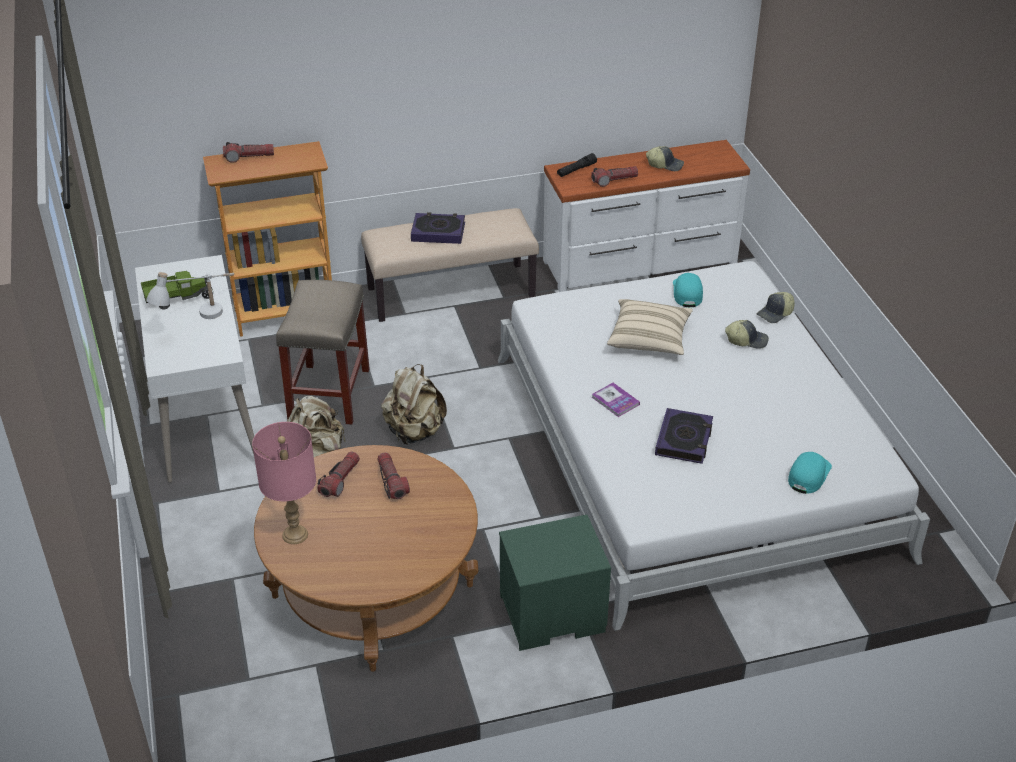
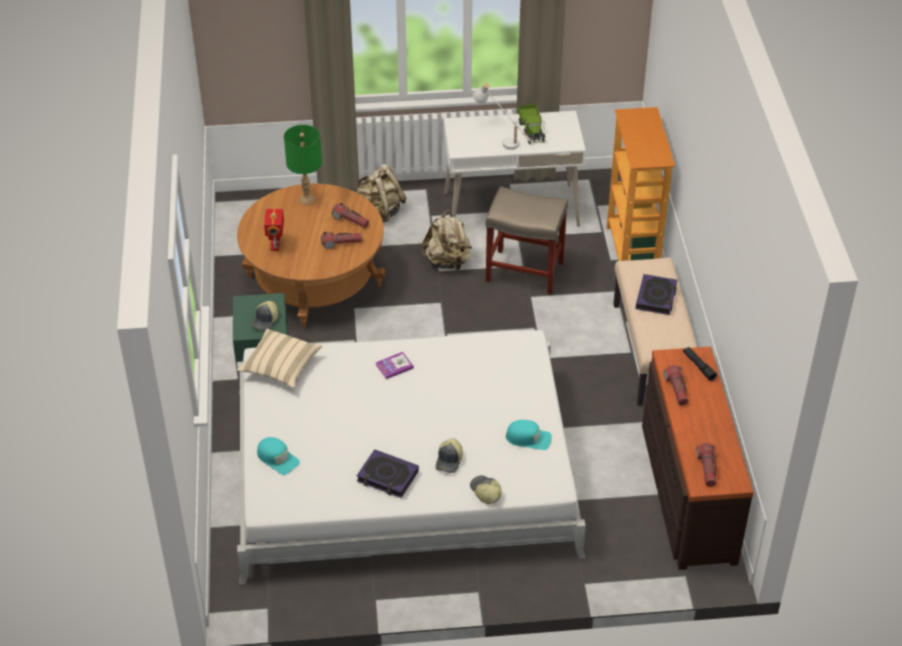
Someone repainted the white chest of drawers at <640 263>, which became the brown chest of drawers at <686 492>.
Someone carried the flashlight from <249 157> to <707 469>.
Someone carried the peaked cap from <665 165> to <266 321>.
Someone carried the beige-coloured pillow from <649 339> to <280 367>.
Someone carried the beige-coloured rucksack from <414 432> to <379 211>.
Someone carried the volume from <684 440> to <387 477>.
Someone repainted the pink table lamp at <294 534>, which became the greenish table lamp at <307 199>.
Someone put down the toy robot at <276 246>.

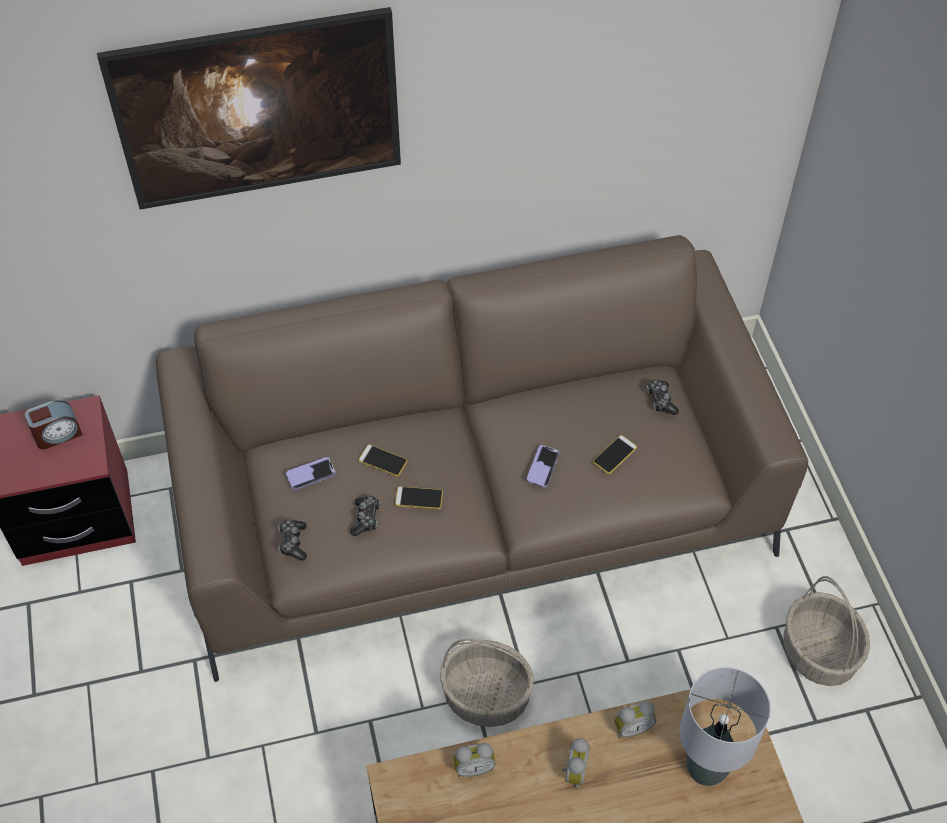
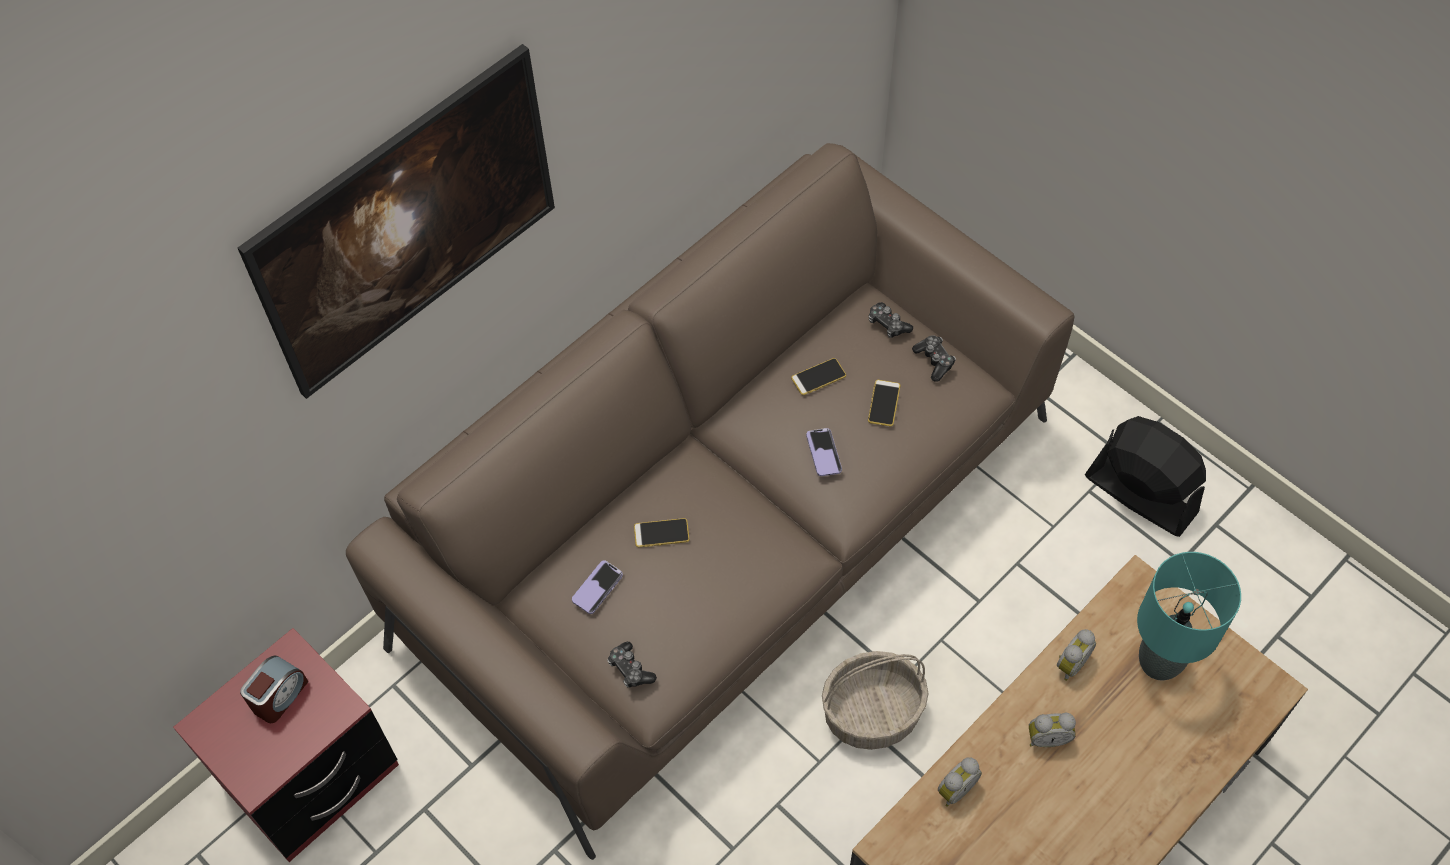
Someone carried the telephone from <419 498> to <818 377>.
Someone carried the game controller from <366 518> to <934 361>.
Someone swapped the basket at <817 652> for the black cooling fan at <1140 494>.
Someone repainted the gray table lamp at <705 768>, which became the turquoise table lamp at <1159 663>.
Someone rotated the bedside clock at <573 772> by 105 degrees clockwise.

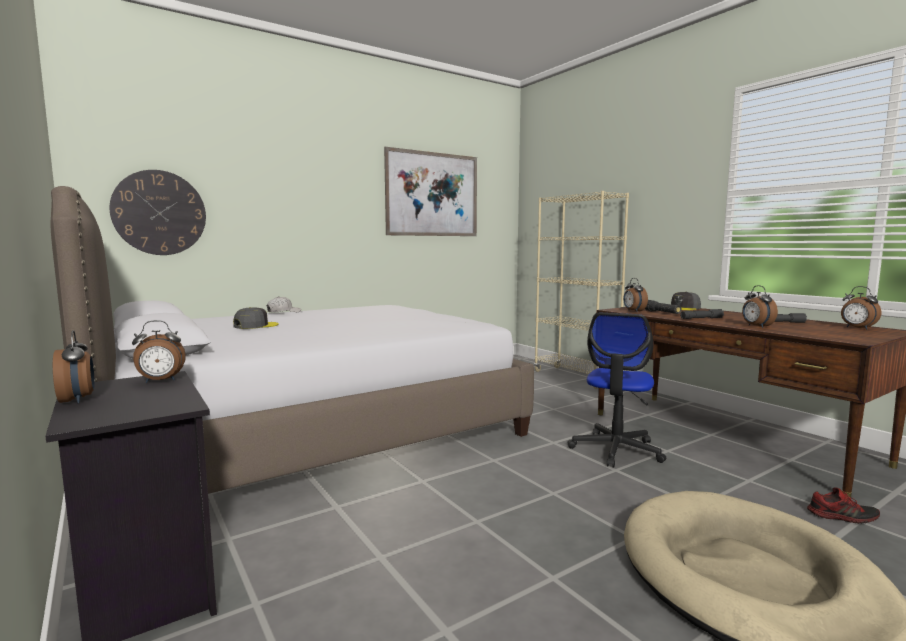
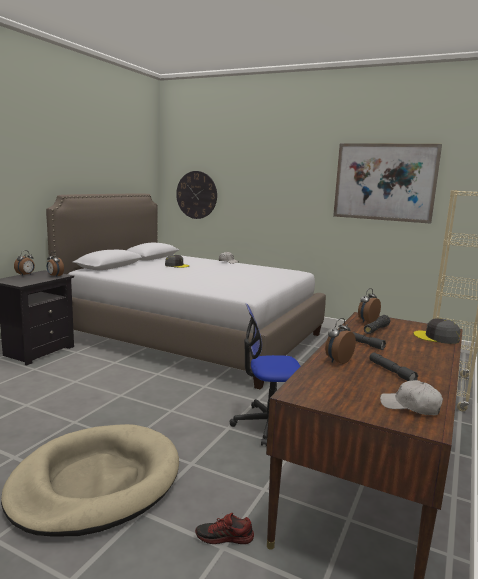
Someone swapped the bedside clock at <857 328> for the white peaked cap at <410 407>.
Someone rotated the low shoe at <842 516> by 105 degrees clockwise.

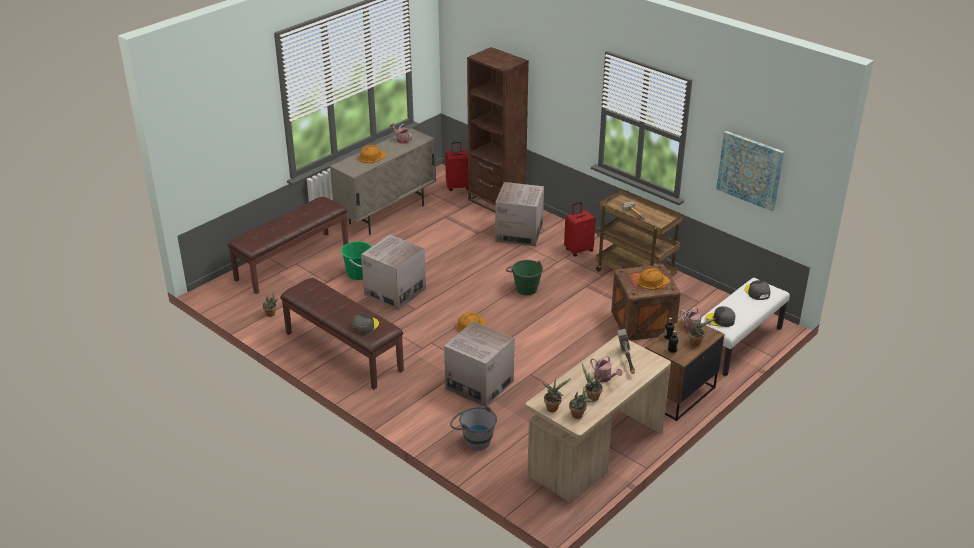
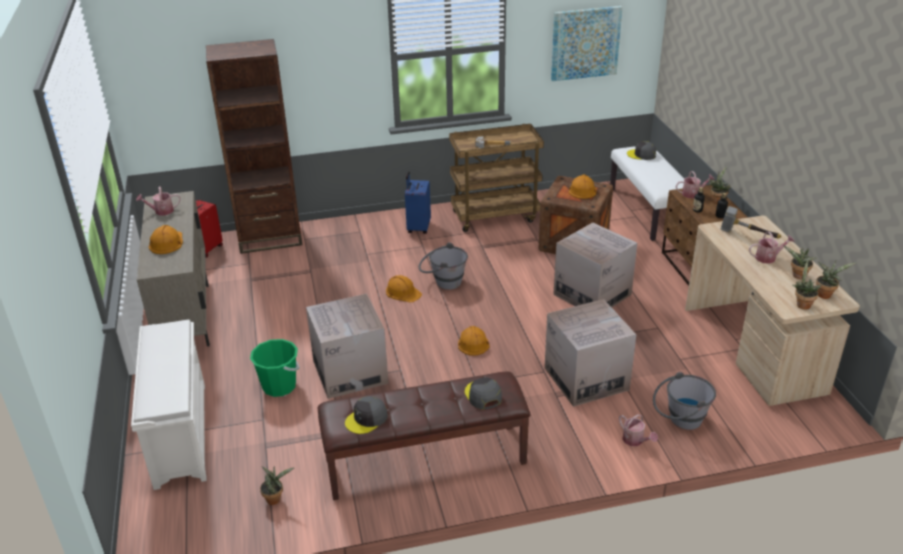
Someone carried the packing box from <519 233> to <592 294>.
Someone swapped the brown indoor bench at <292 262> for the white shoe shelf at <180 433>.
Someone repainted the red suitcase at <578 250>, which became the blue suitcase at <418 228>.
Someone repainted the greenish bucket at <524 287>, which became the gray bucket at <443 282>.
Someone carried the gray peaked cap from <720 320> to <366 419>.
Someone put down the orangey hard hat at <403 292>.
Someone put down the sprinkling can at <635 441>.

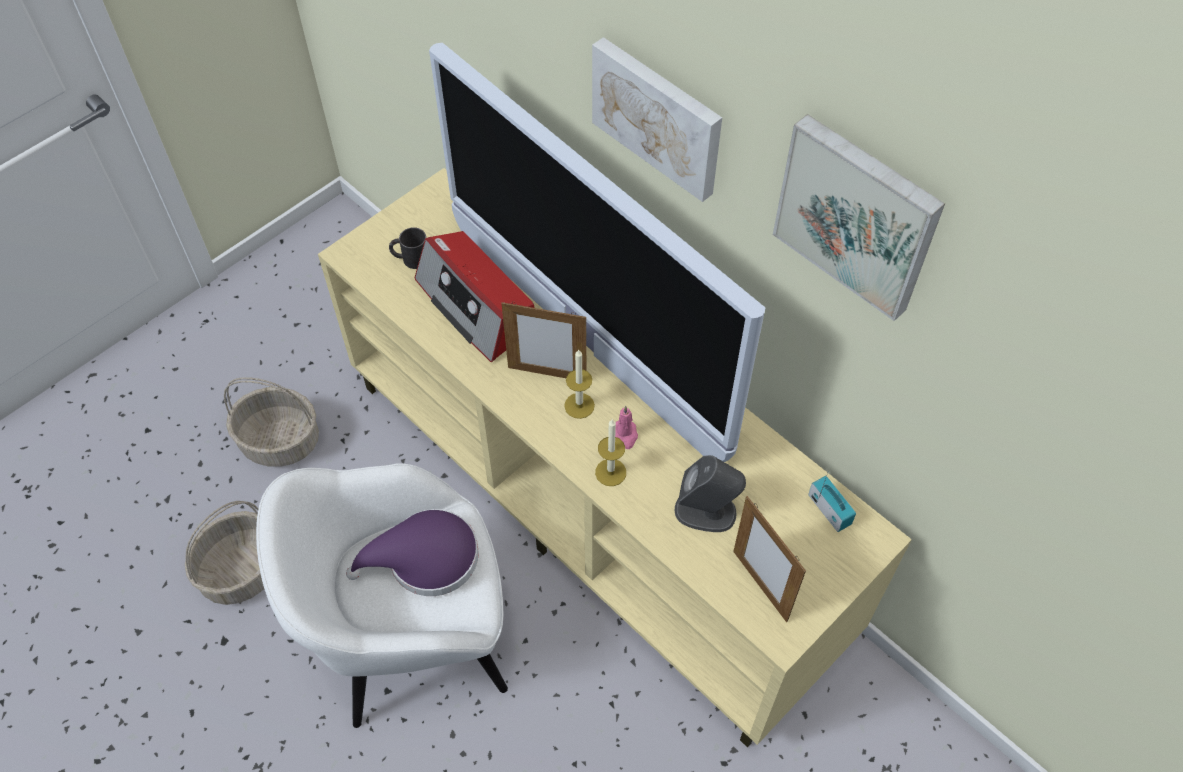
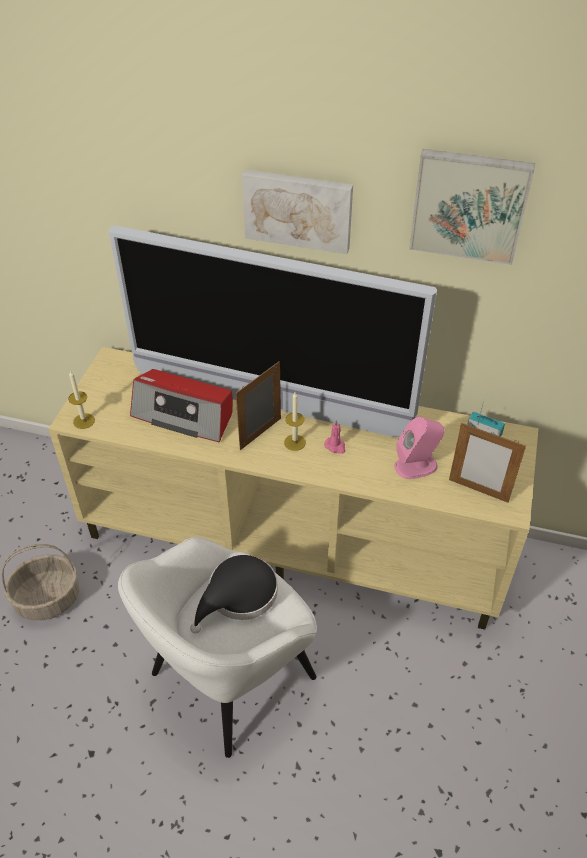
Someone took away the black mug at <410 258>.
Someone rotated the photo frame at <547 374> by 150 degrees clockwise.
Someone carried the candle from <610 472> to <84 421>.
Someone repainted the gray audio speaker at <706 511>, which became the pink audio speaker at <416 465>.
Someone took away the basket at <242 570>.
Someone repainted the purple-coloured clothing hat at <425 559>, which became the black clothing hat at <238 596>.

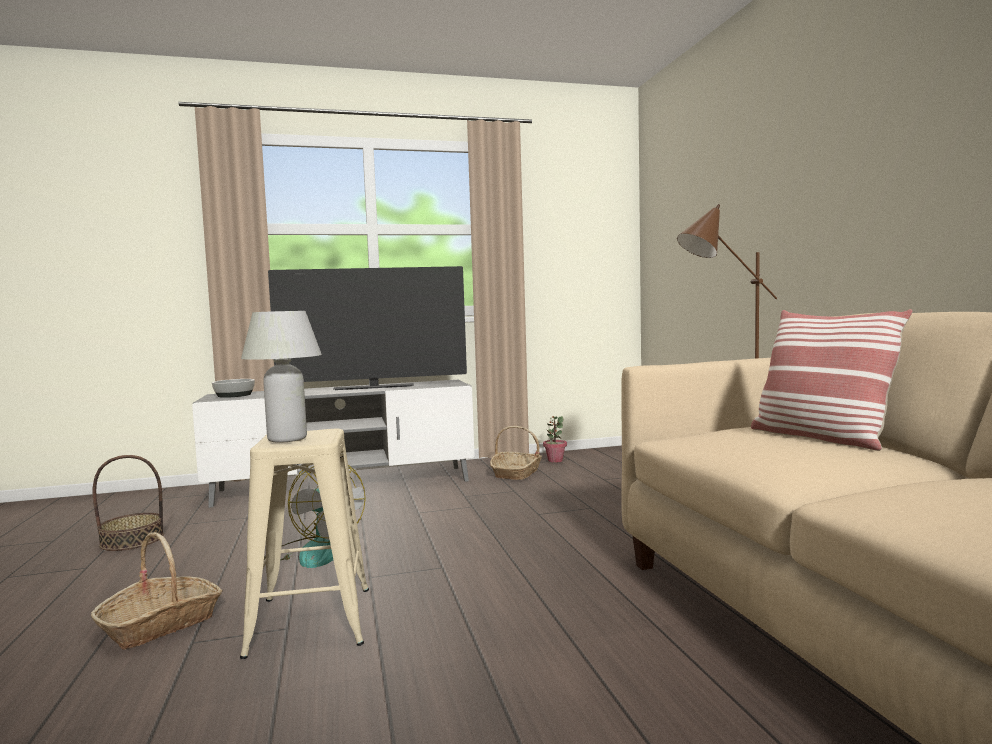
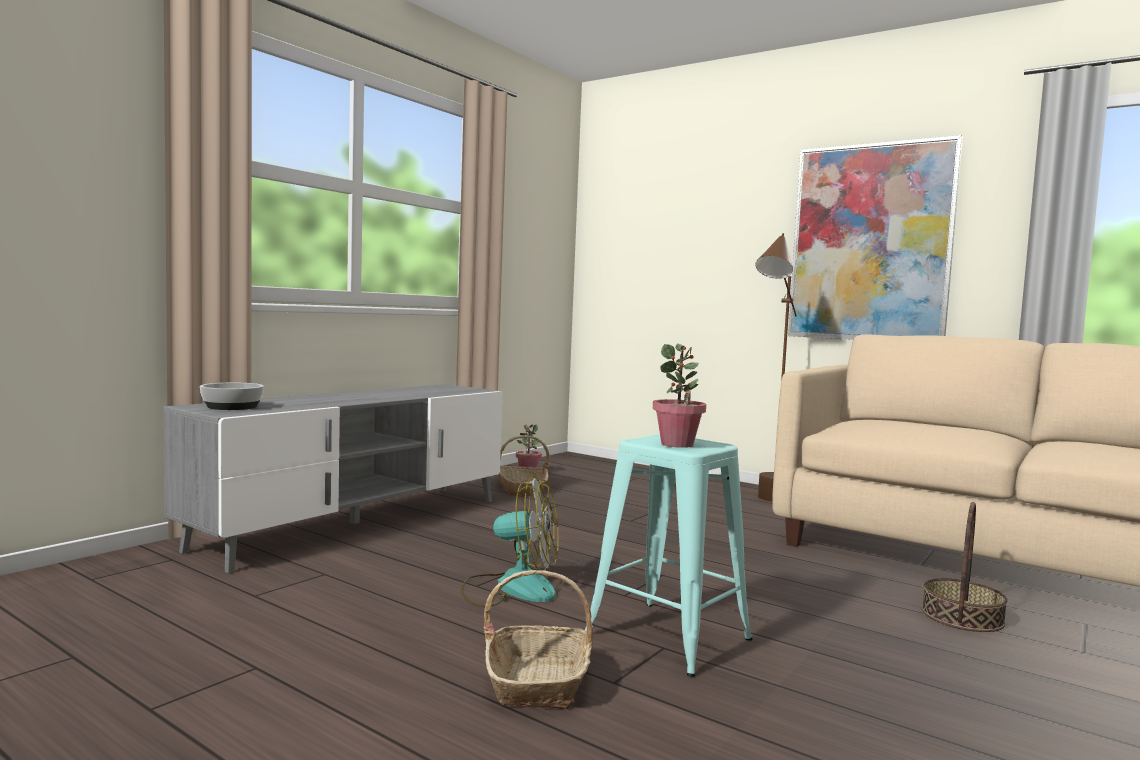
Someone took away the TV at <374 387>.
Someone took away the pillow at <819 437>.
Someone swapped the white table lamp at <287 439> for the potted plant at <677 444>.
Someone repainted the beige-coloured sitting stool at <311 620>, which became the turquoise sitting stool at <668 637>.
Someone carried the basket from <132 540> to <962 616>.
Someone put up the picture at <870 243>.

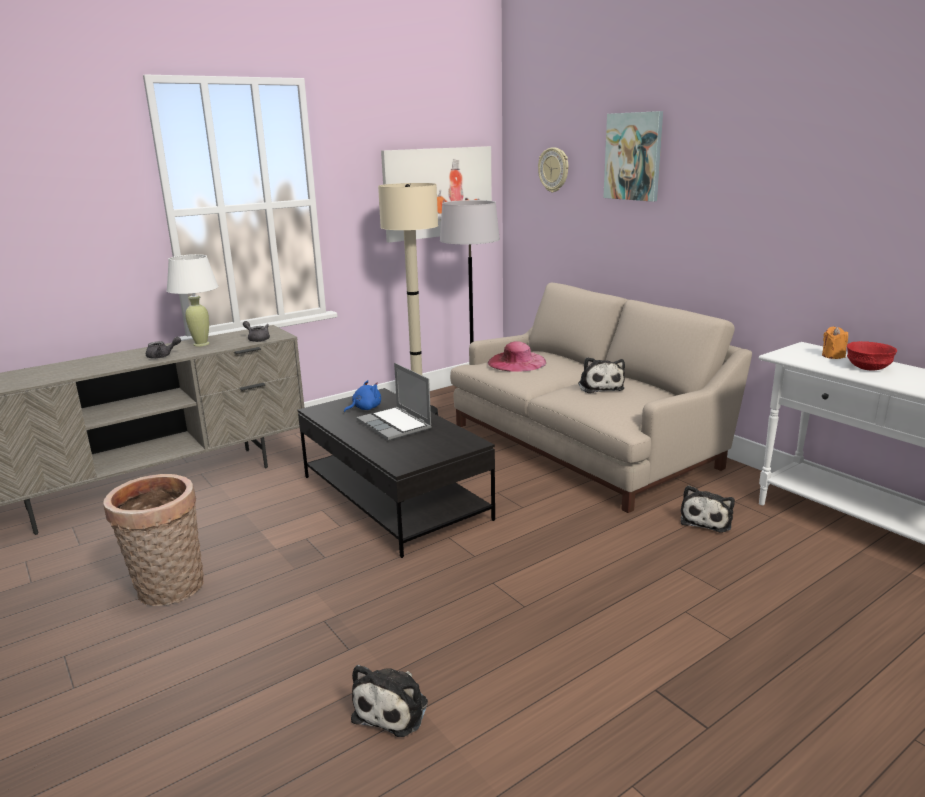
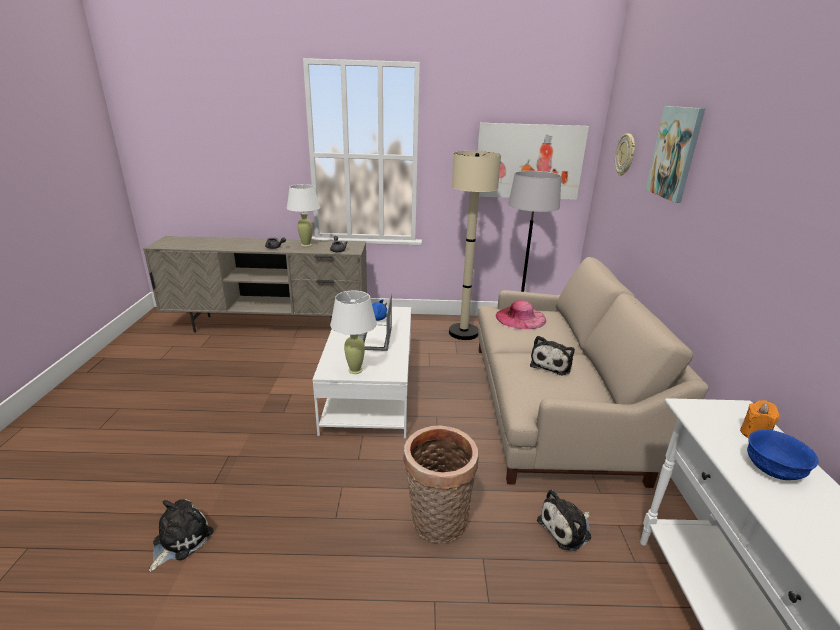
Someone repainted the red serving bowl at <868 367>, which became the blue serving bowl at <774 469>.
Someone repainted the black lounge table at <394 497>, which became the white lounge table at <370 389>.
Someone carried the basket from <169 591> to <437 524>.
Someone rotated the plush toy at <393 708> by 150 degrees clockwise.
Someone put down the white table lamp at <355 370>.

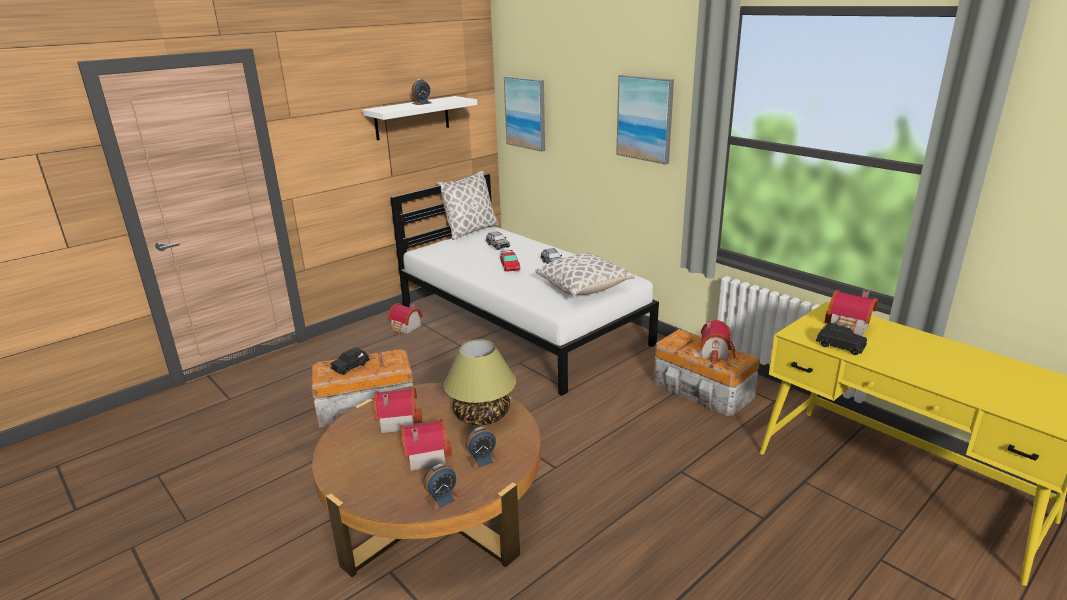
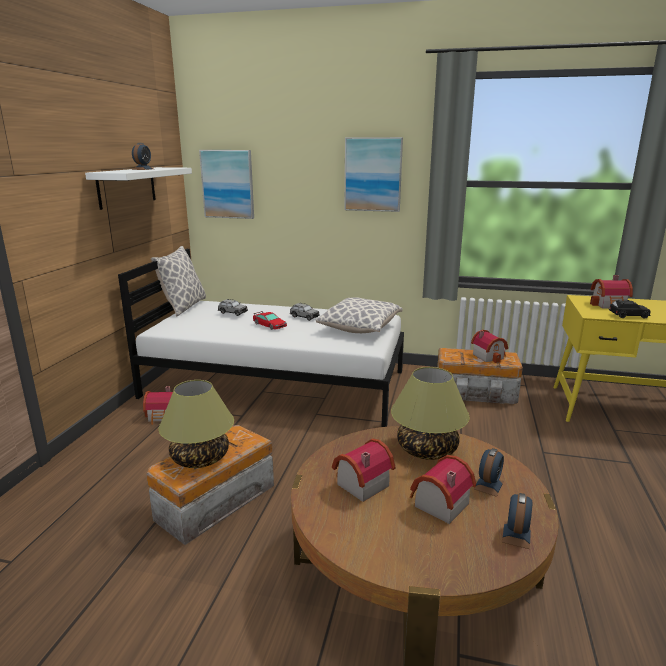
Someone swapped the black toy car at <350 366> for the table lamp at <200 457>.

